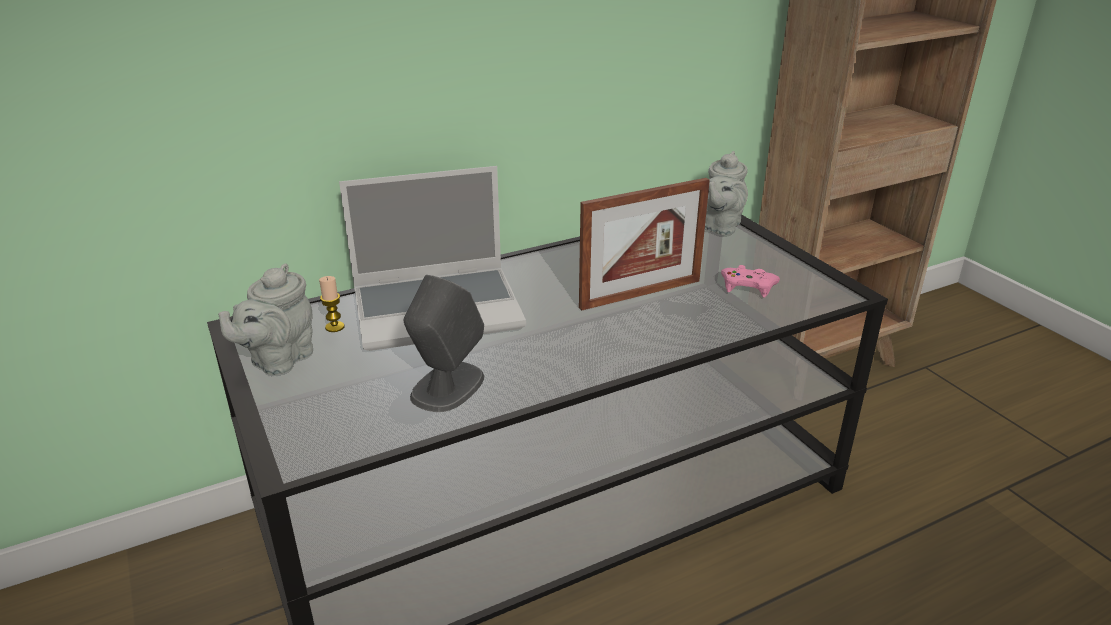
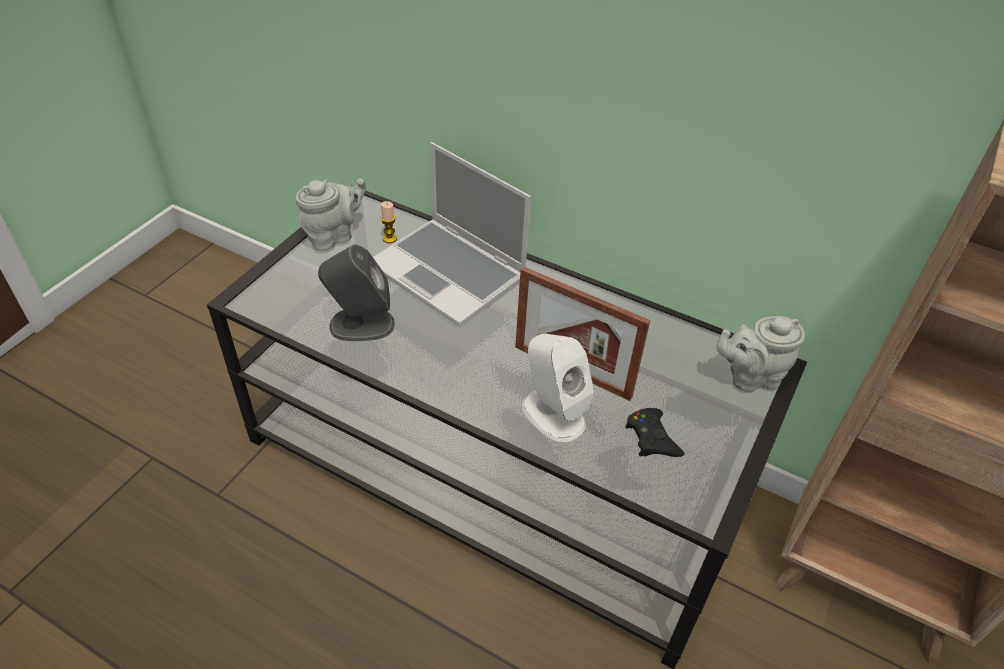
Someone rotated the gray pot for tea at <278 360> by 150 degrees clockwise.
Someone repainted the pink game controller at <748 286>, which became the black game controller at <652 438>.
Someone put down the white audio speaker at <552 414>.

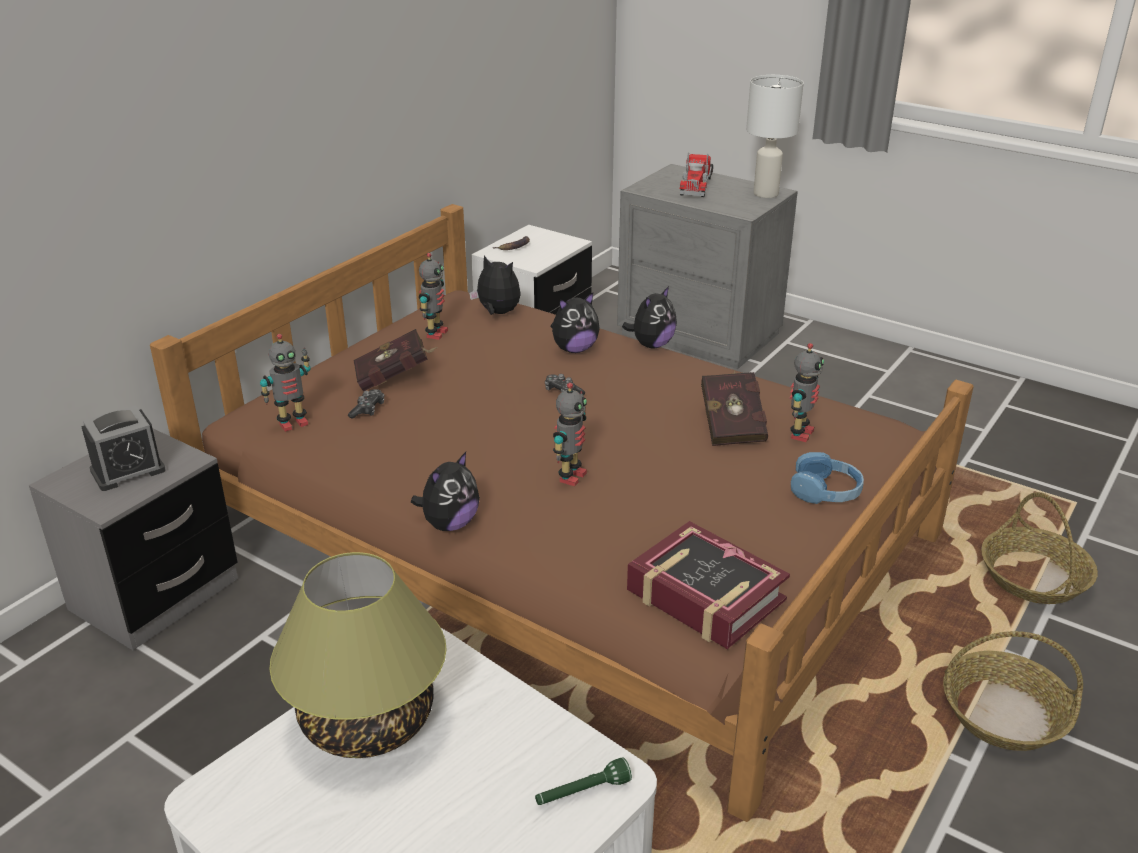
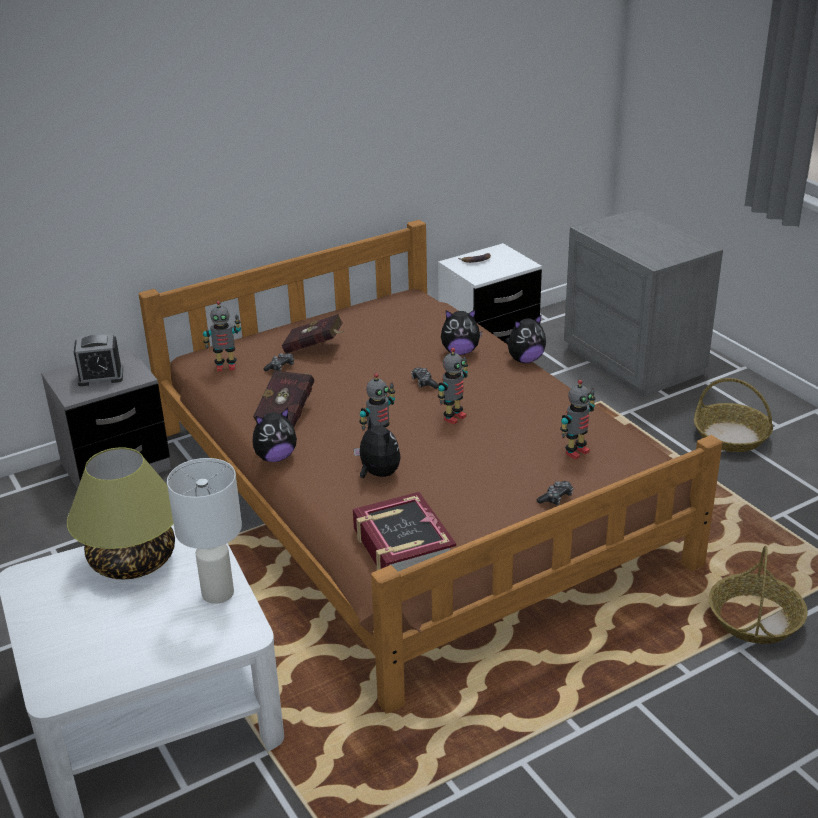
Someone carried the white table lamp from <766 193> to <219 593>.
Someone took away the toy truck at <696 185>.
Someone carried the toy robot from <435 333> to <453 417>.
Someone carried the plush toy from <497 313> to <378 474>.
Someone carried the red volume from <732 425> to <287 412>.
Someone swapped the blue headphones at <826 491> for the game controller at <556 498>.
Someone carried the basket from <1004 714> to <731 436>.
Someone took away the greenish flashlight at <582 792>.

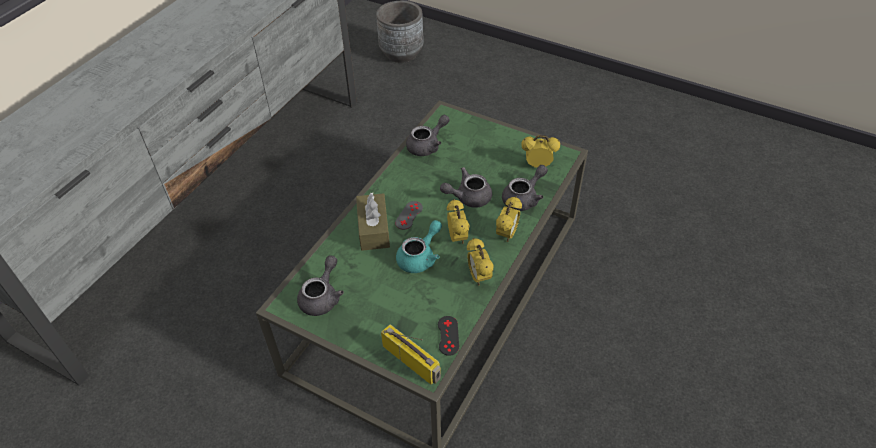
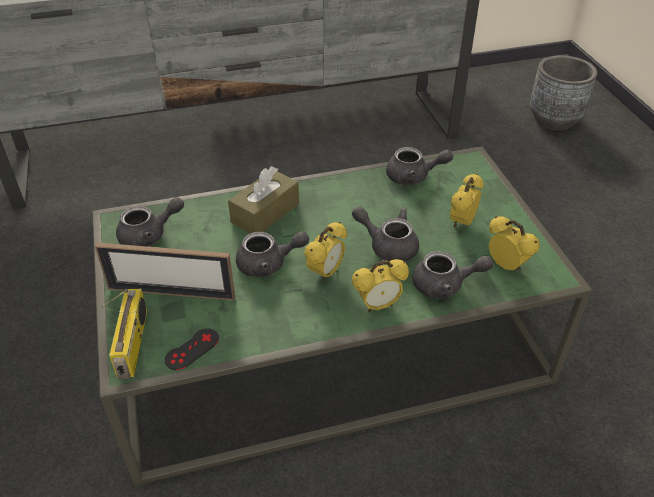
Someone took away the gray game controller at <409 215>.
Someone repainted the turquoise pot for tea at <420 257>, which became the gray pot for tea at <268 264>.
Someone carried the bedside clock from <478 277> to <462 222>.
Someone put down the photo frame at <171 293>.

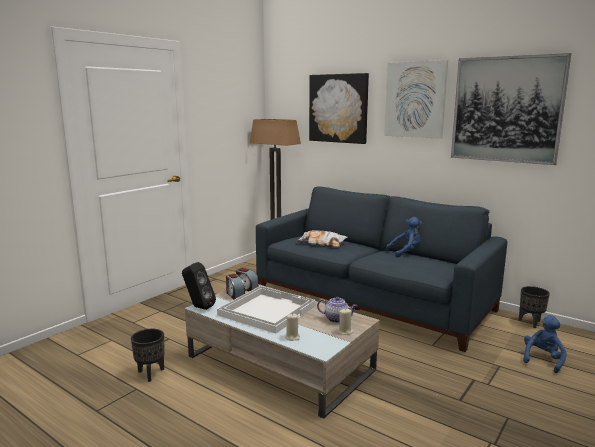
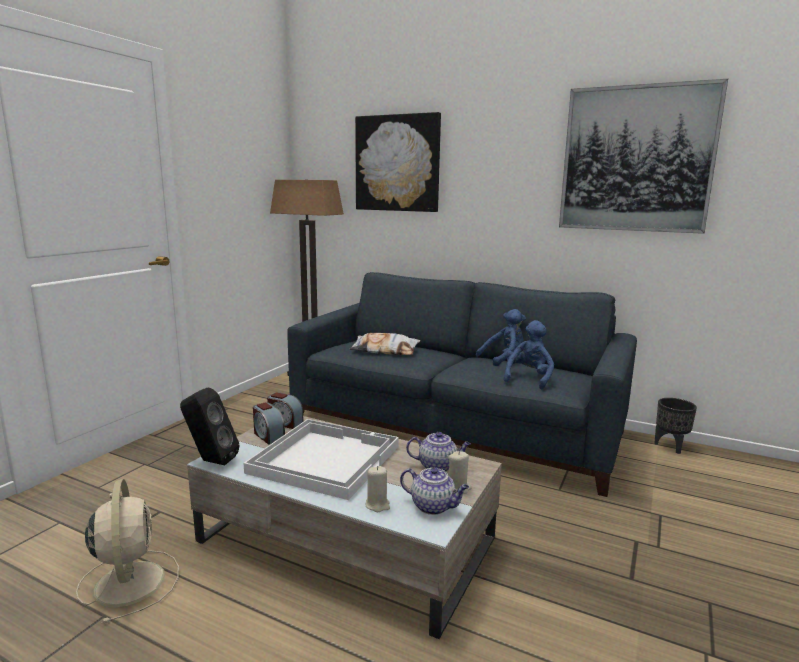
Someone took away the picture at <415 100>.
Someone carried the blue plush toy from <543 359> to <528 378>.
Someone swapped the black plant pot at <150 373> for the beige-coloured cooling fan at <130 581>.
Someone put down the pot for tea at <434 506>.

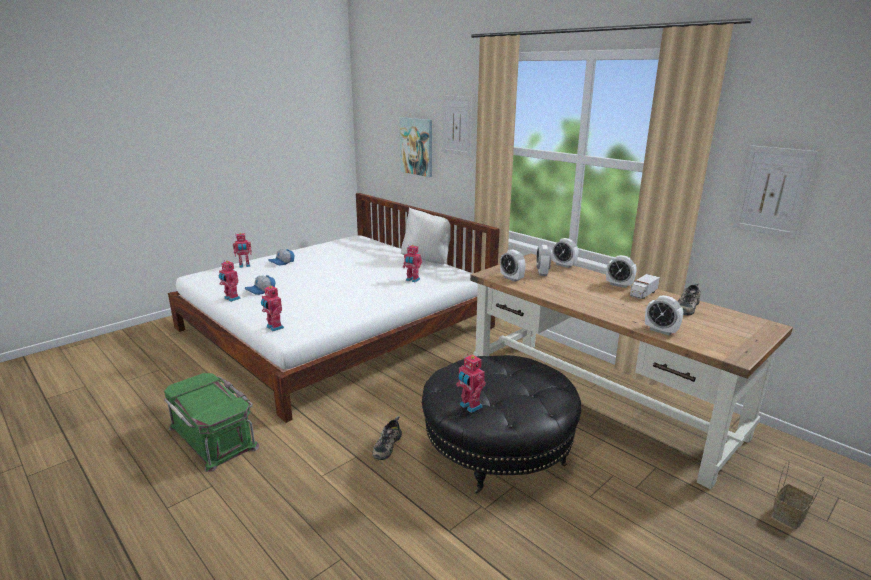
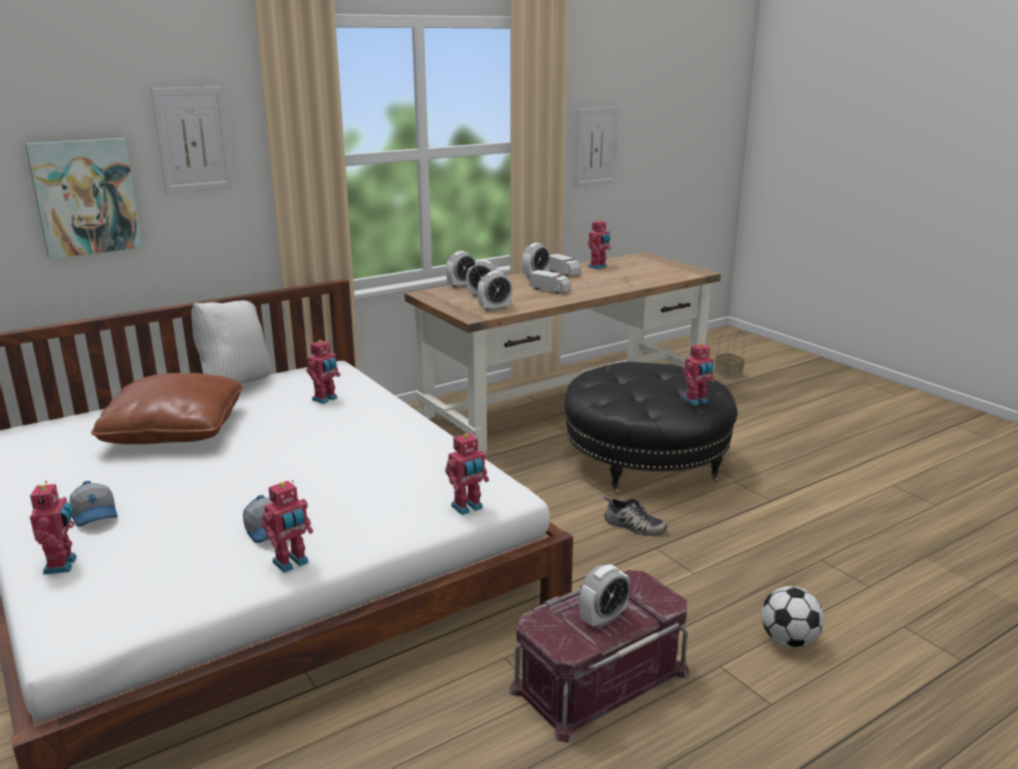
Someone swapped the low shoe at <686 306> for the toy robot at <598 267>.
Someone carried the bedside clock from <661 331> to <603 619>.
Someone repainted the greenish storage box at <214 436>, which became the red storage box at <599 679>.
Someone put down the toy truck at <550 290>.
Someone put down the brown pillow at <174 431>.
Someone put down the football at <788 640>.

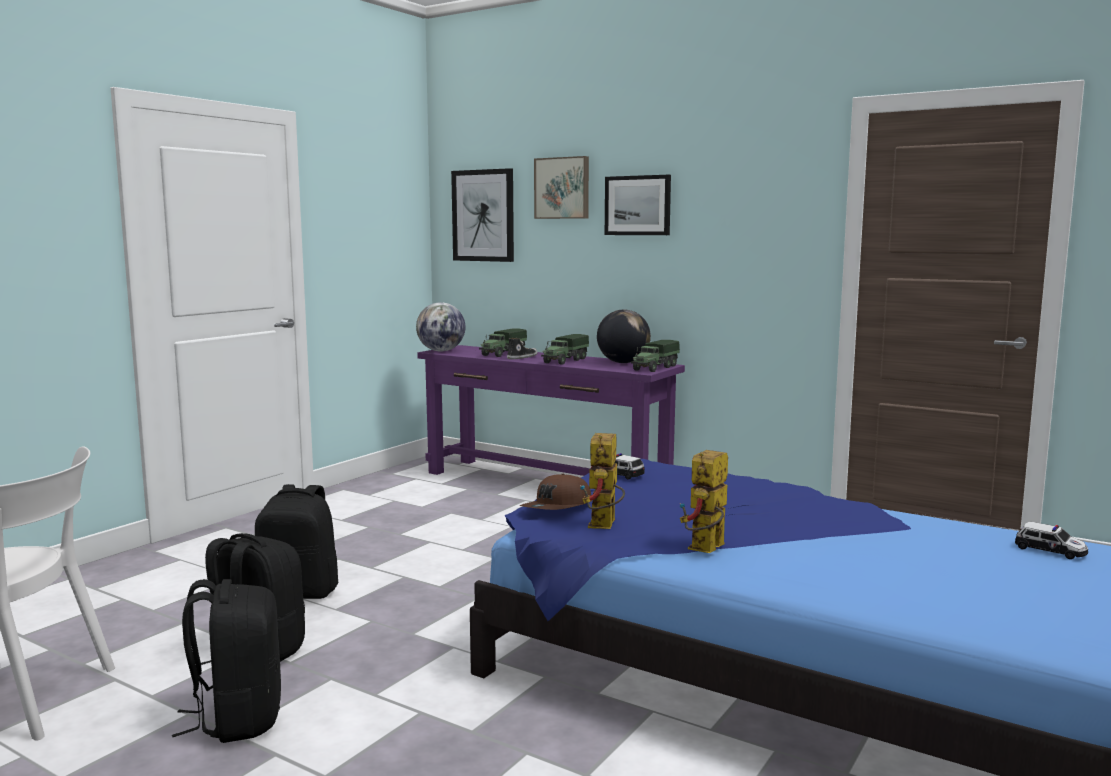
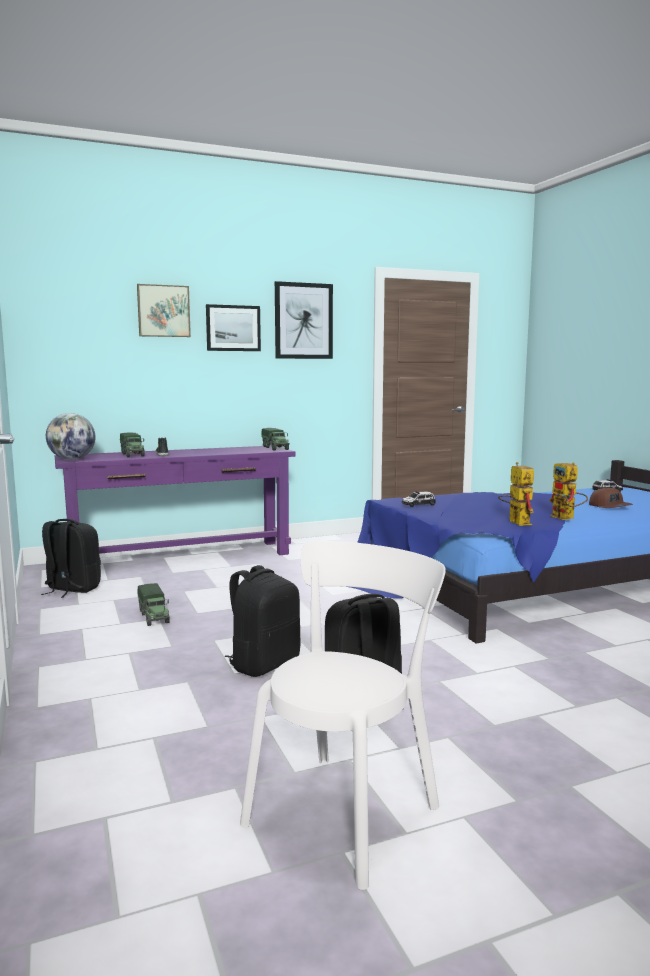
Someone carried the picture from <483 215> to <303 321>.
Someone took away the desk globe at <623 362>.
Someone carried the toy truck from <565 361> to <154 616>.
Someone rotated the toy robot at <604 526> by 150 degrees counterclockwise.
Someone carried the brown peaked cap from <557 507> to <610 506>.
Someone carried the black rucksack from <237 719> to <71 589>.

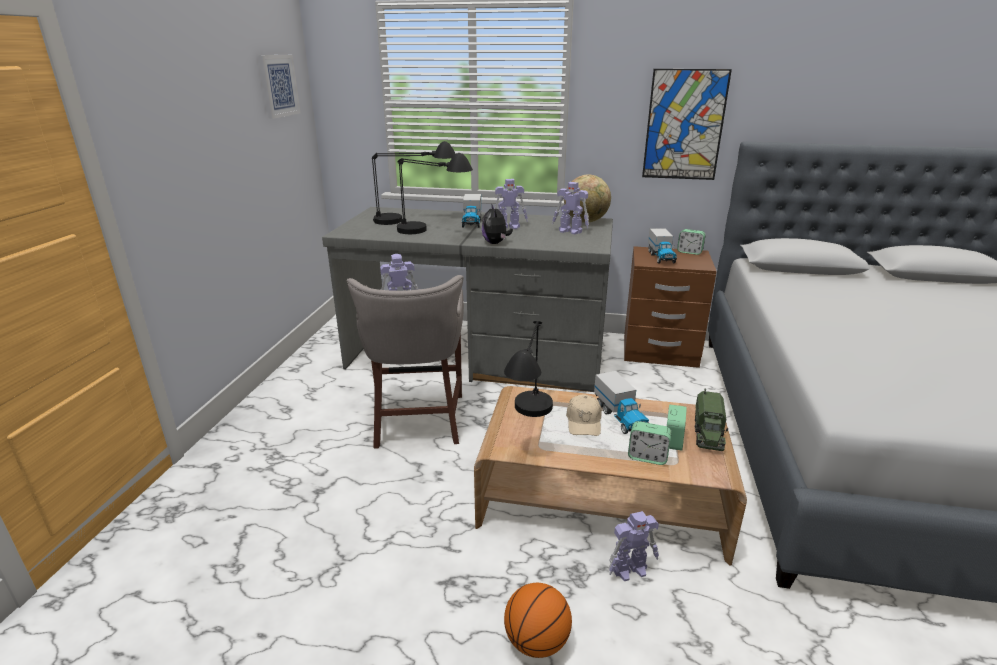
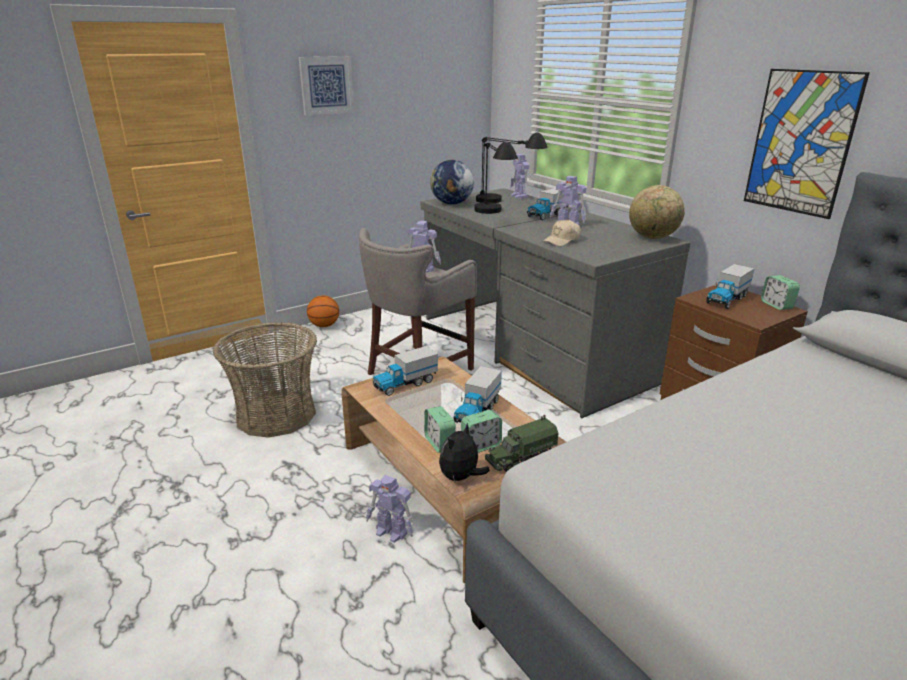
Someone carried the picture from <278 86> to <326 85>.
Someone carried the toy robot from <570 231> to <519 196>.
Someone carried the plush toy from <496 243> to <461 477>.
Someone swapped the black table lamp at <528 425> for the toy truck at <405 384>.
Someone carried the beige-coloured peaked cap from <584 422> to <562 240>.
Someone carried the basketball ball from <536 641> to <324 325>.
Someone put down the desk globe at <451 203>.
Someone put down the basket at <276 415>.

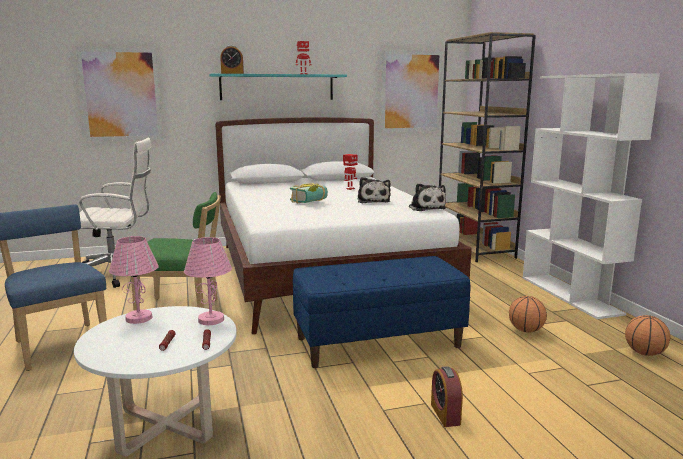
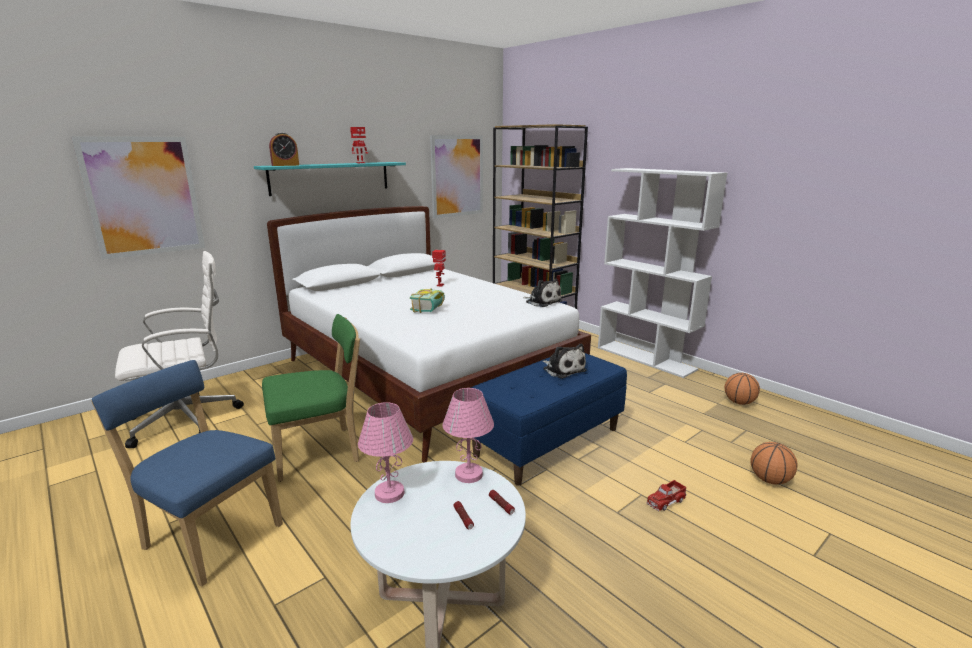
Someone carried the plush toy from <373 201> to <563 369>.
Someone carried the basketball ball from <526 330> to <769 480>.
Someone swapped the bedside clock at <445 414> for the toy truck at <665 501>.

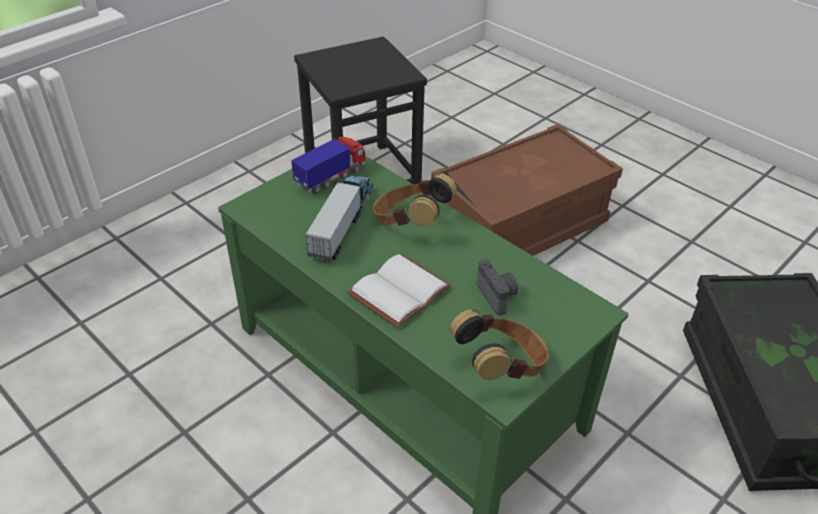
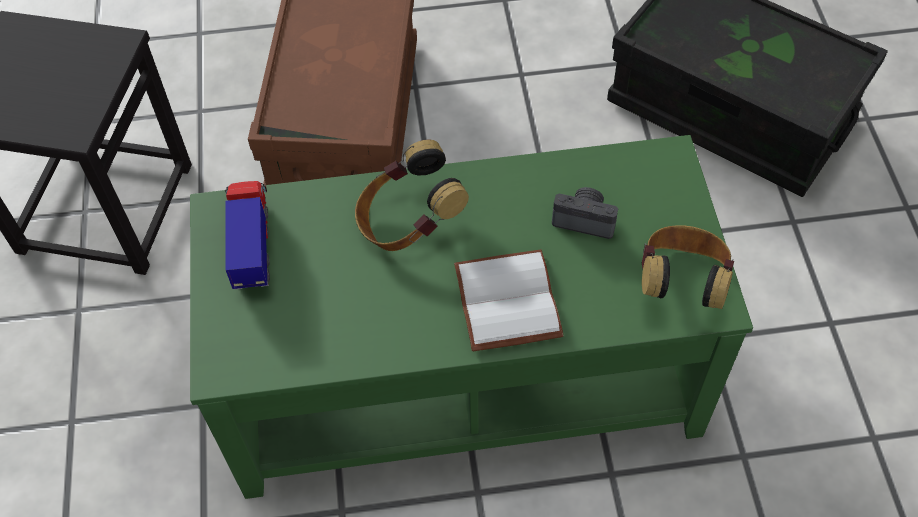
Someone took away the toy truck at <343 223>.

